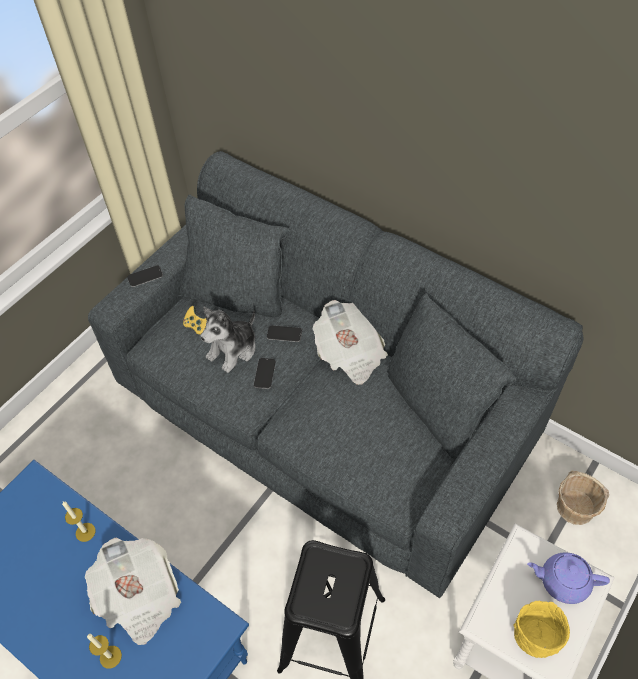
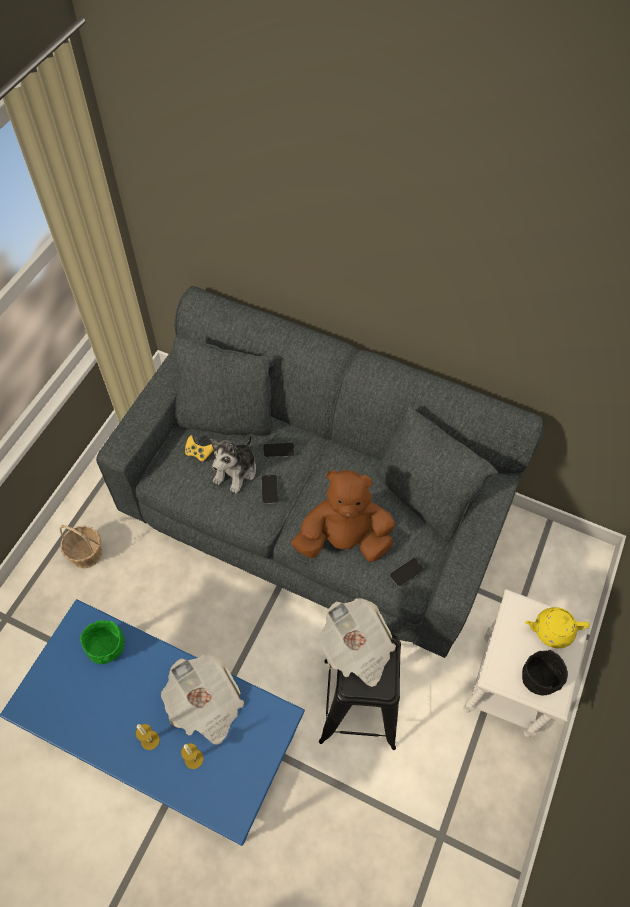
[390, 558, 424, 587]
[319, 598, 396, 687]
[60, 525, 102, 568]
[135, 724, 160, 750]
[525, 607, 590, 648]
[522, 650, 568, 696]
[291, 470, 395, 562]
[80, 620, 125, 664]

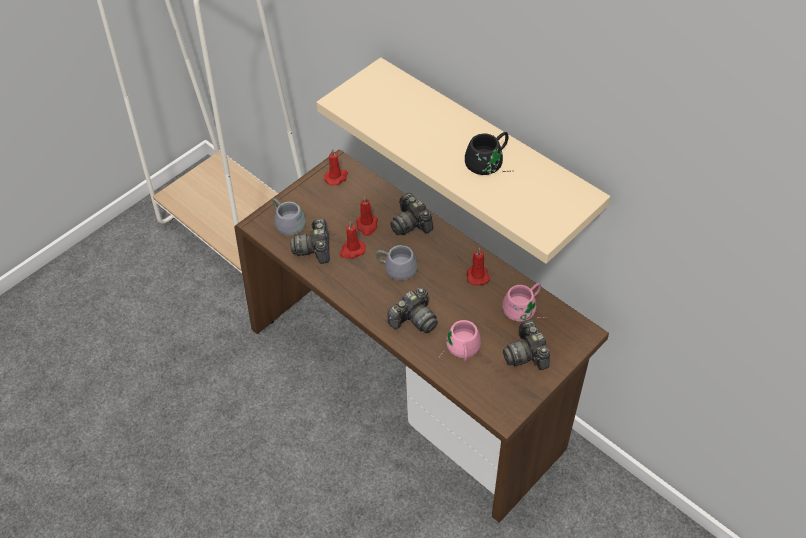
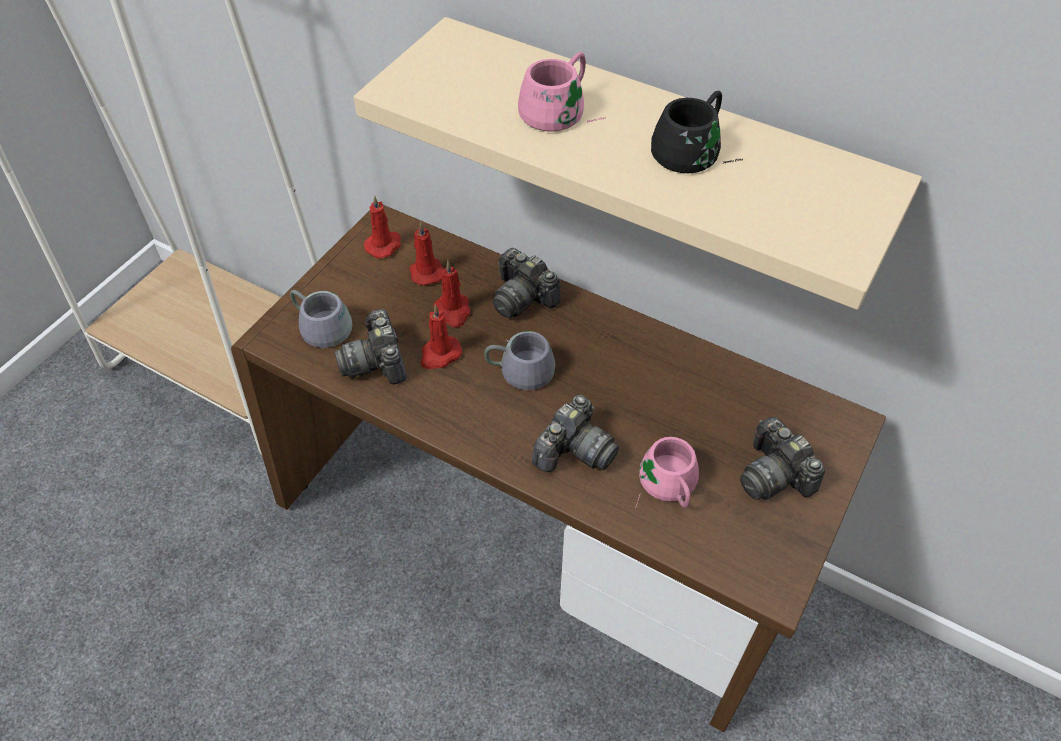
[410, 222, 444, 286]
[518, 52, 606, 132]

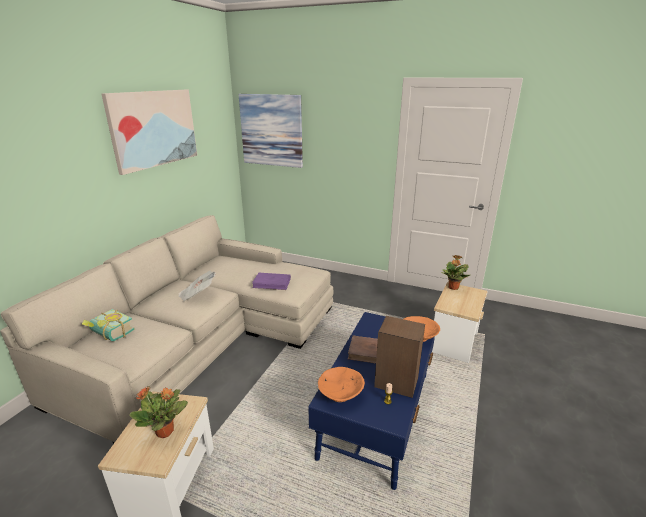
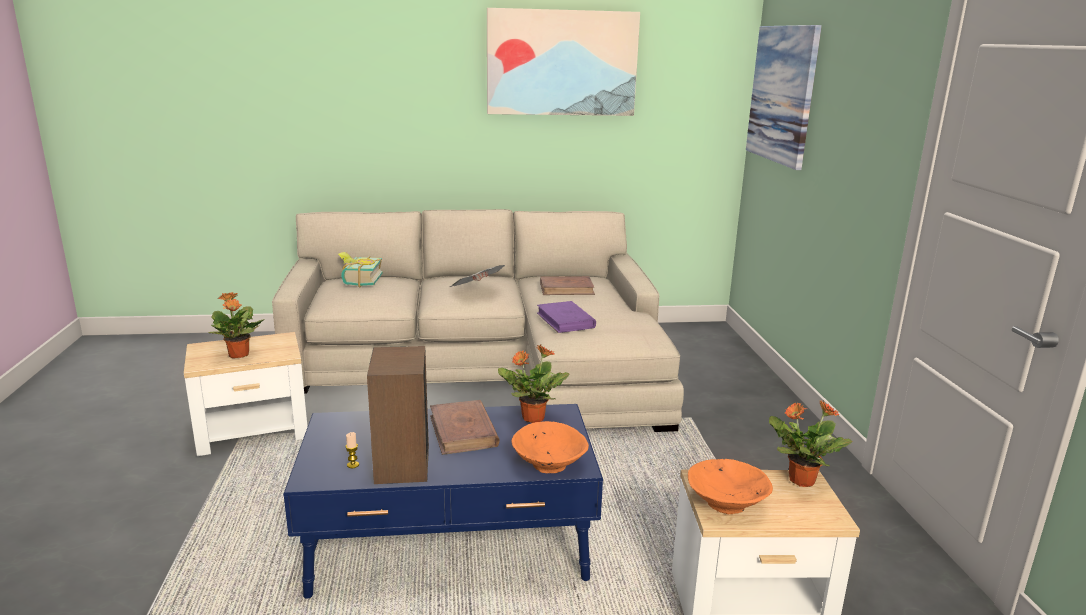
[688, 459, 773, 514]
[540, 276, 595, 295]
[498, 344, 570, 423]

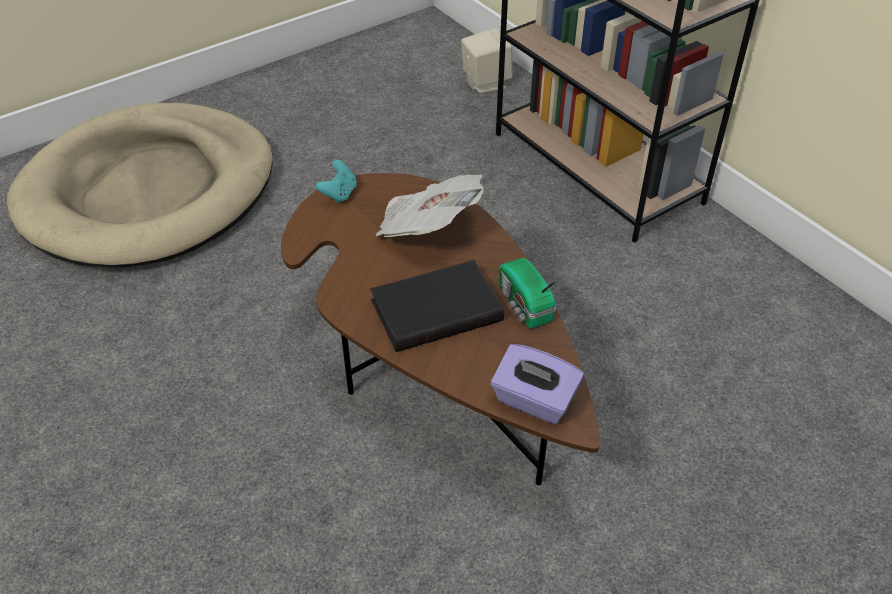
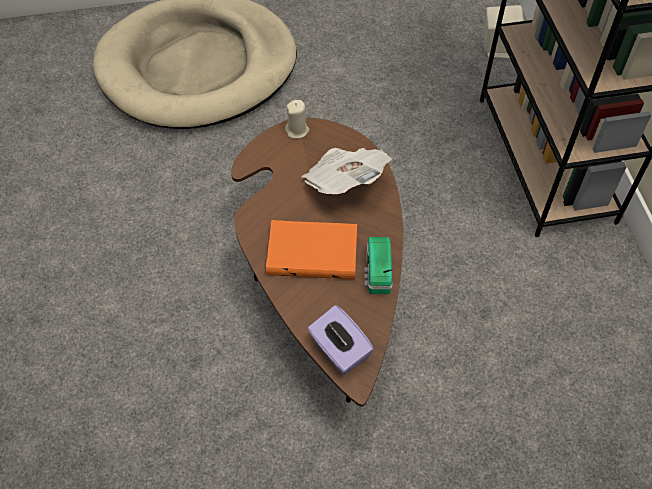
[285, 100, 309, 138]
[266, 220, 357, 279]

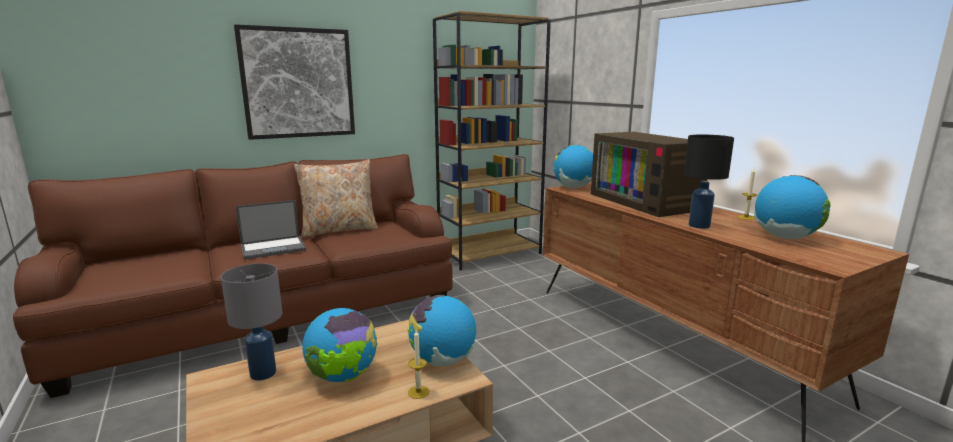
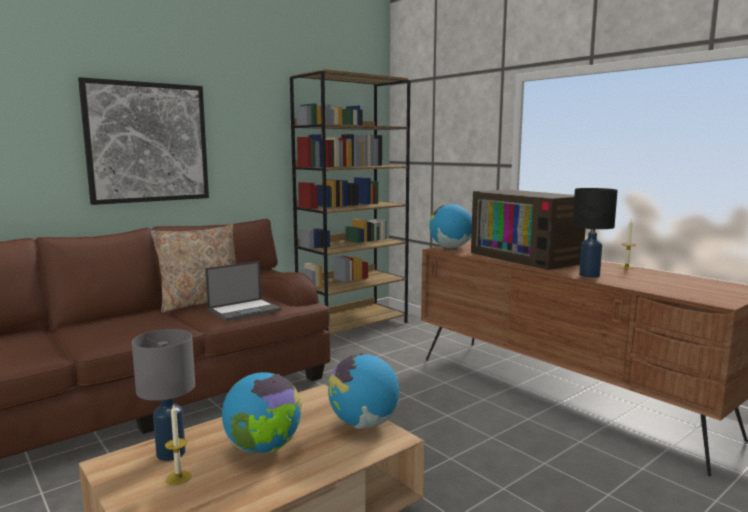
[754, 175, 831, 239] (first image)
[205, 261, 282, 322]
[165, 405, 191, 485]

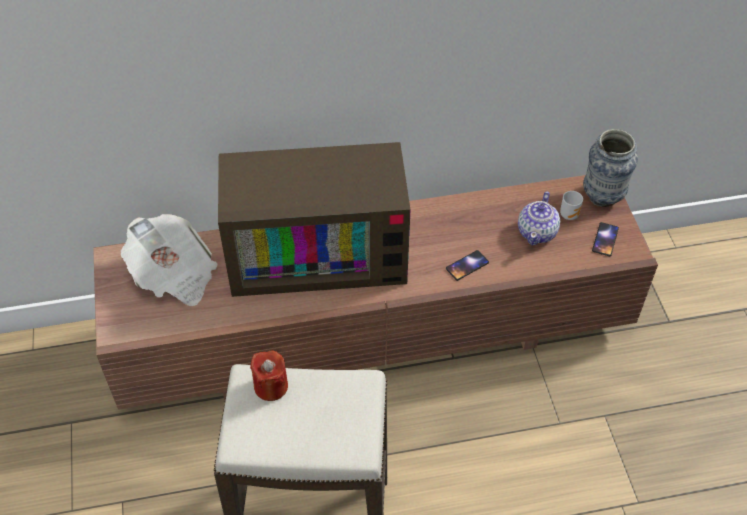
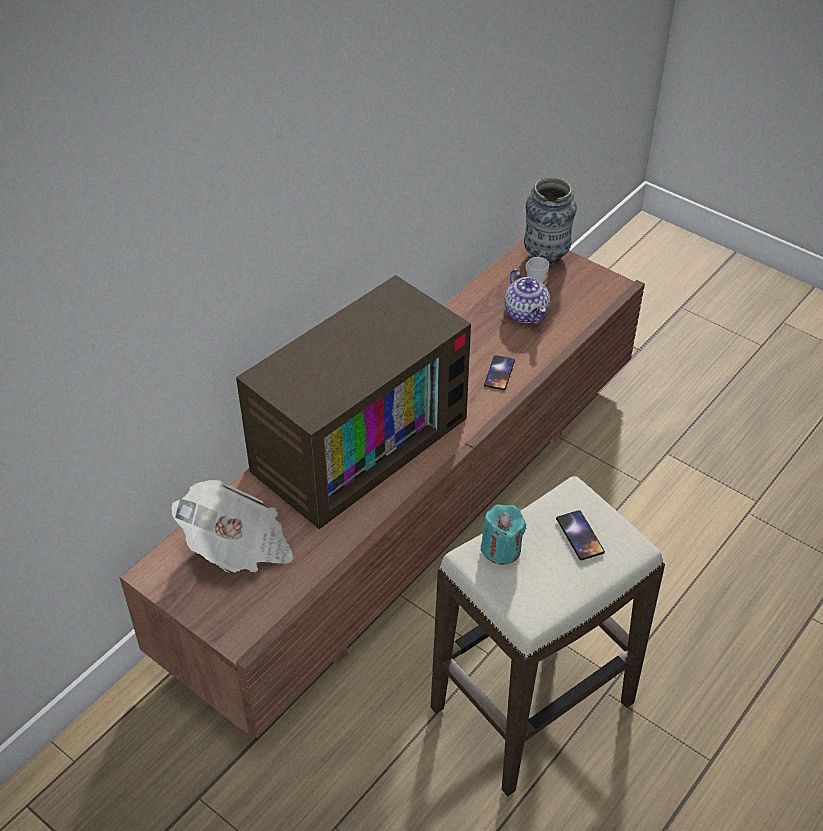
[556, 510, 605, 560]
[481, 505, 526, 565]

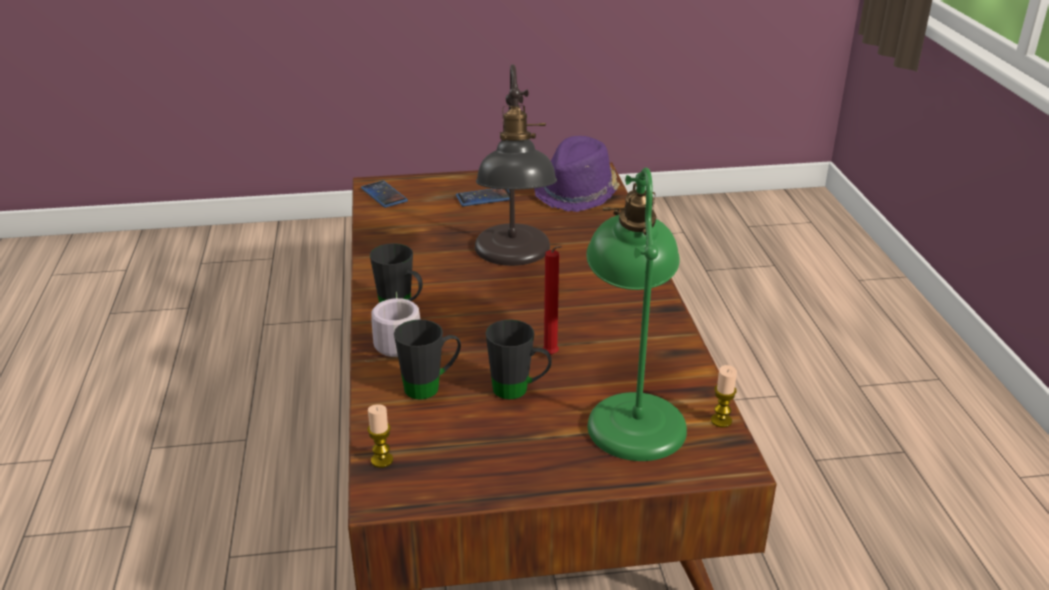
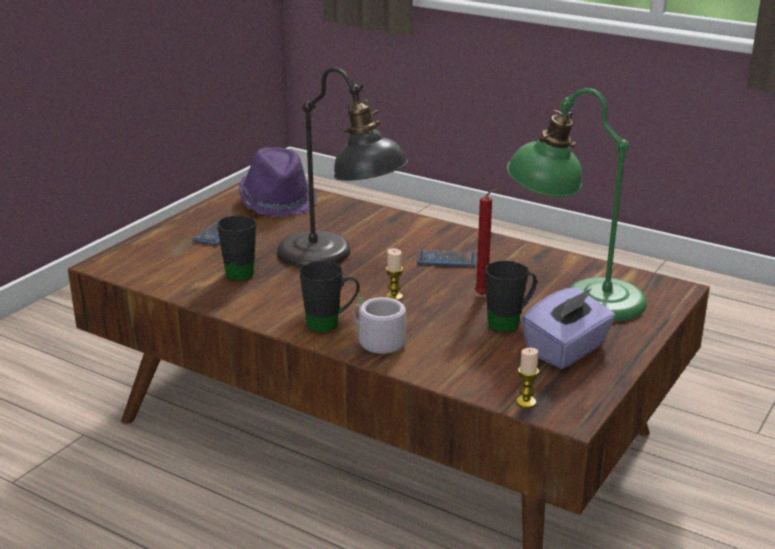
[417, 250, 476, 267]
[217, 215, 256, 280]
[386, 248, 403, 301]
[522, 287, 615, 369]

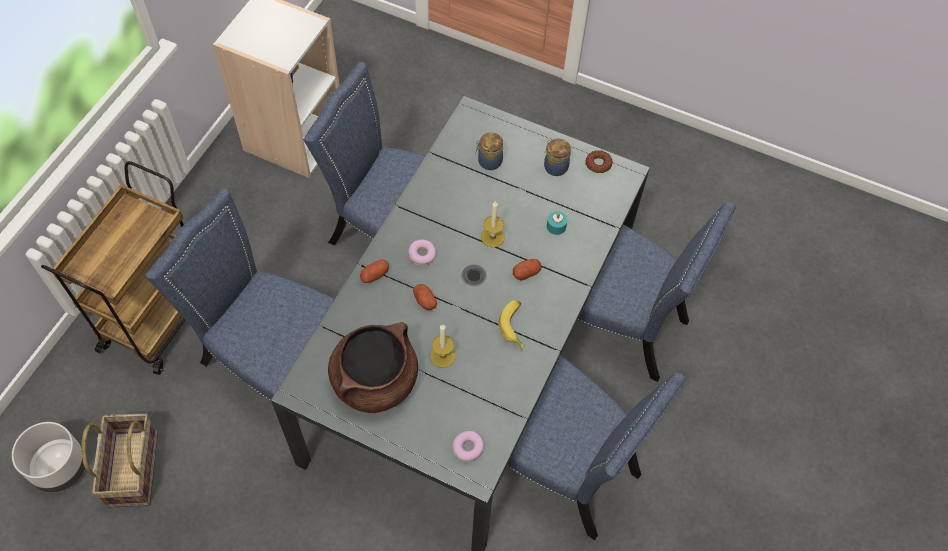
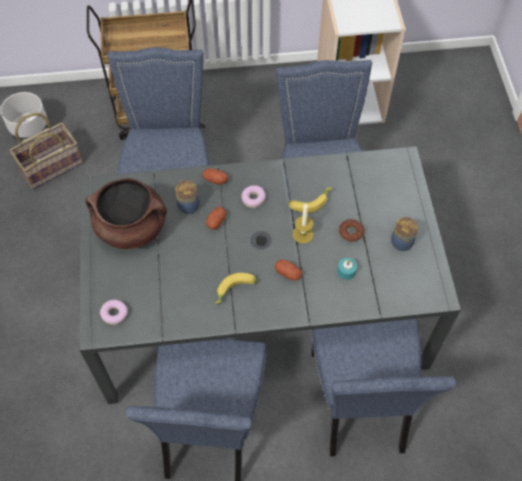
[175, 180, 200, 214]
[339, 219, 364, 242]
[430, 324, 456, 368] (first image)
[289, 188, 332, 213]

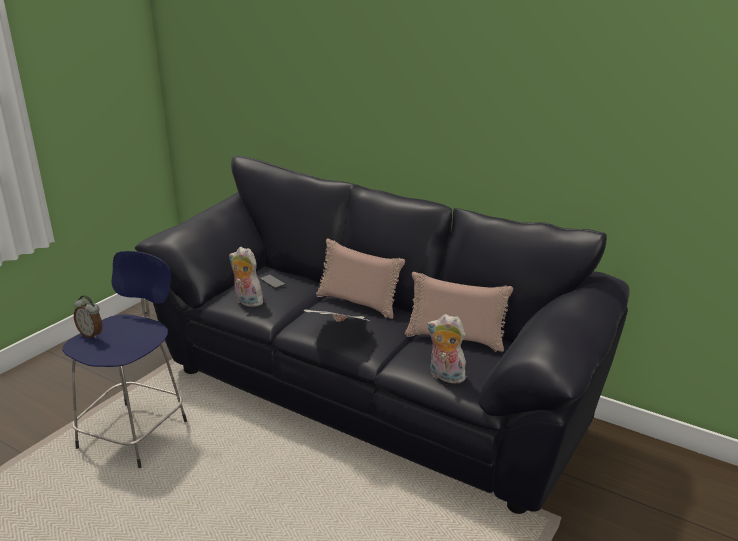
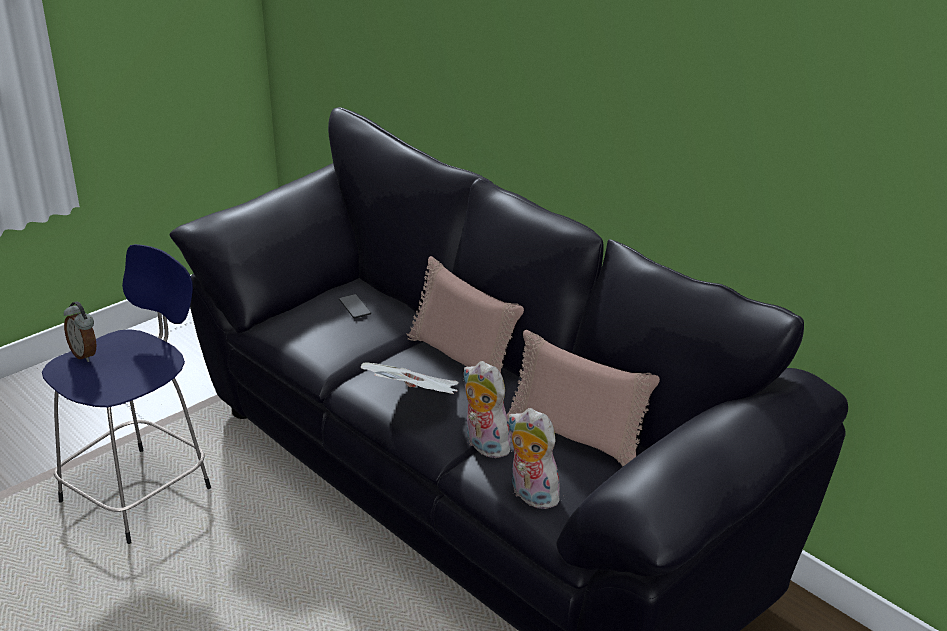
[463, 361, 512, 458]

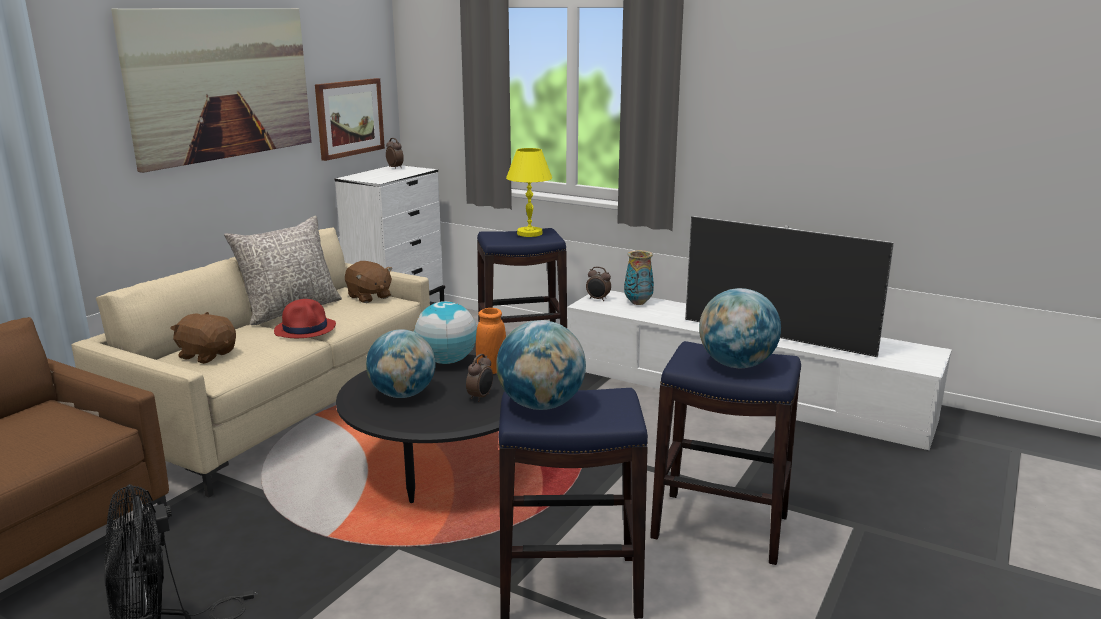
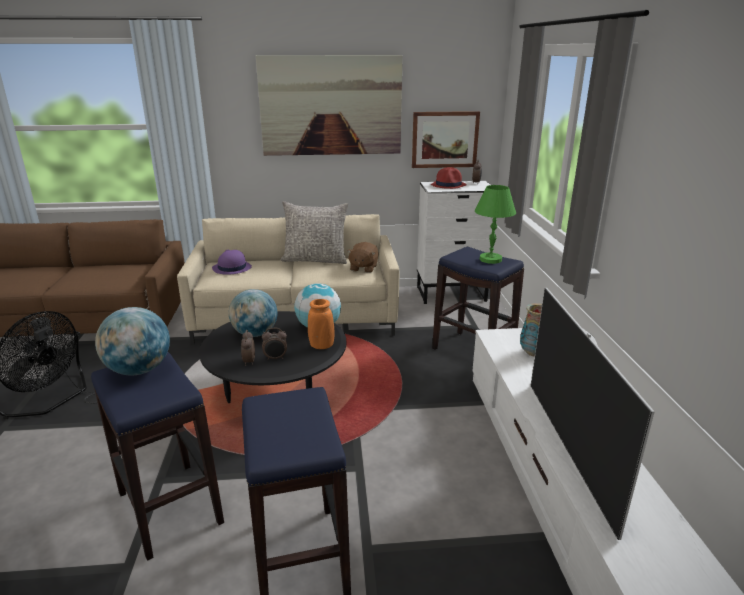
[475, 185, 516, 264]
[241, 330, 255, 366]
[699, 288, 781, 368] (first image)
[431, 167, 467, 189]
[212, 250, 252, 275]

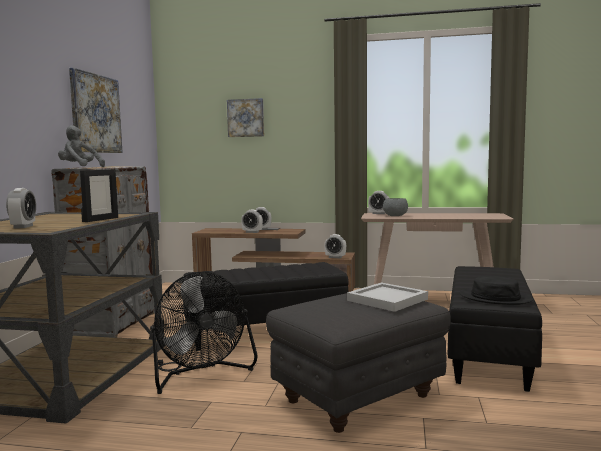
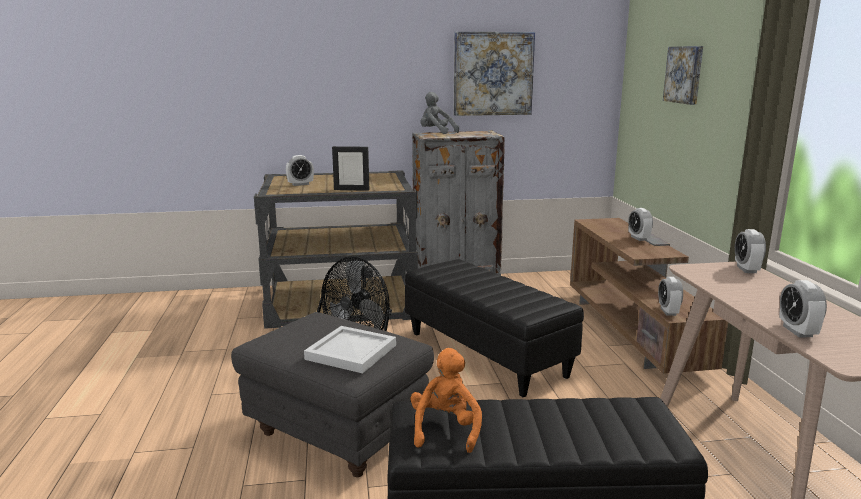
[420, 92, 459, 134]
[383, 198, 408, 216] (first image)
[779, 280, 827, 338]
[410, 348, 482, 453]

